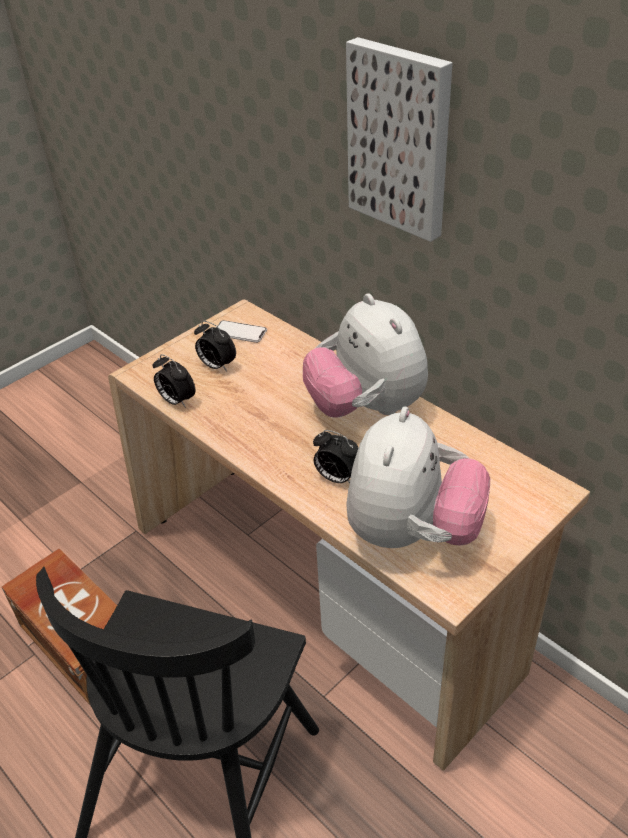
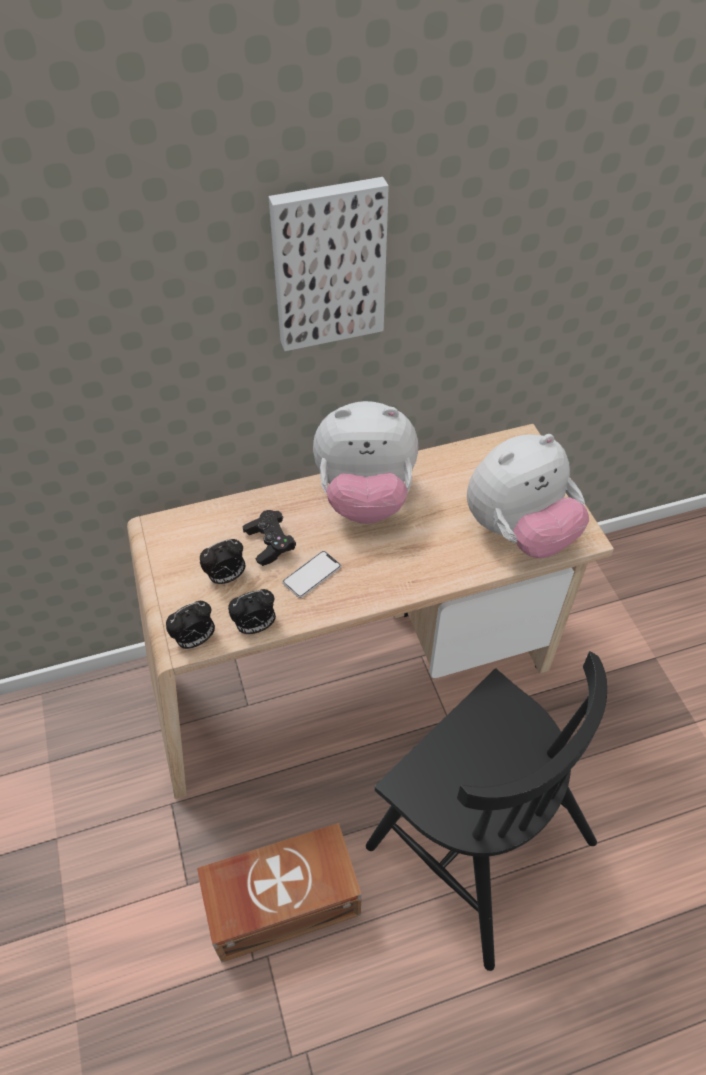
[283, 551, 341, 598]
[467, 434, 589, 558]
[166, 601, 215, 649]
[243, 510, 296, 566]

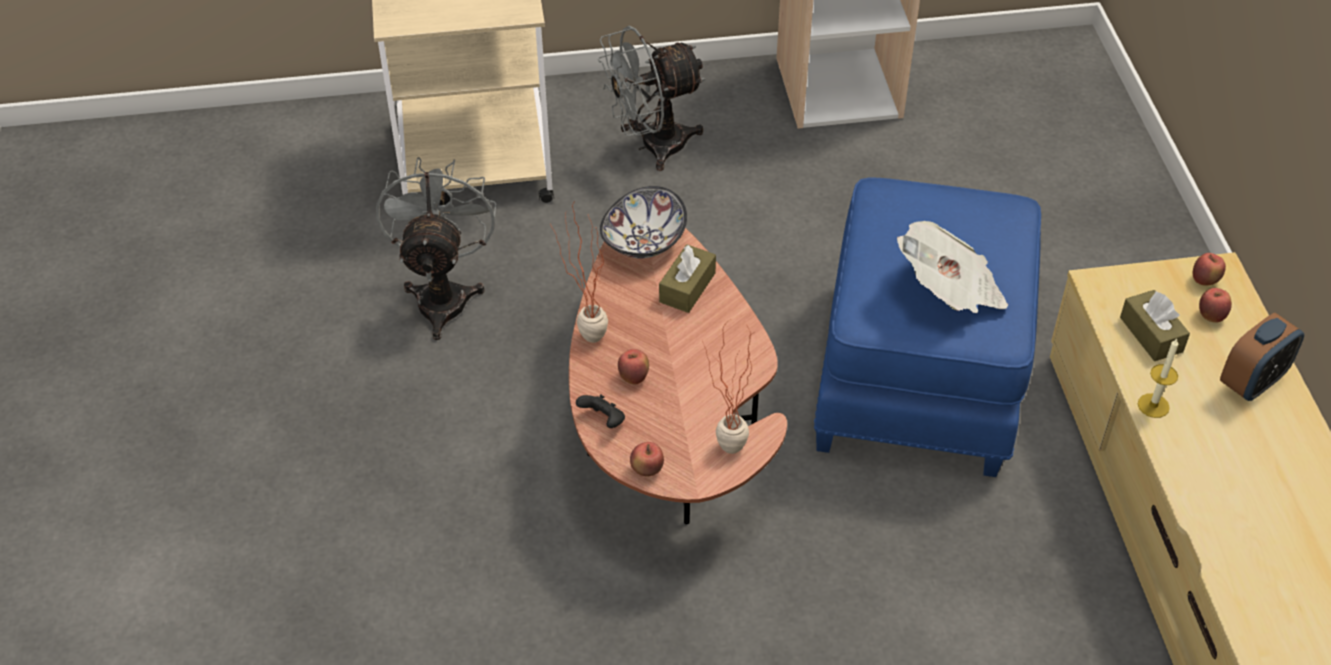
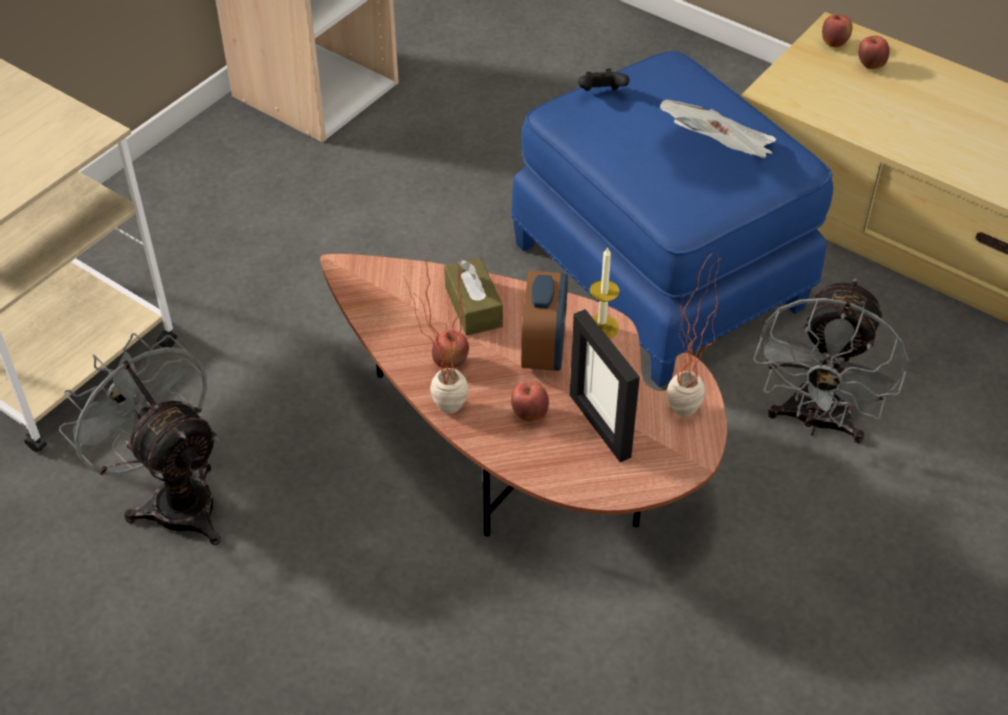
[753, 278, 908, 444]
[600, 186, 687, 259] (first image)
[1120, 290, 1190, 361] (first image)
[521, 271, 568, 371]
[590, 247, 619, 339]
[578, 68, 630, 91]
[432, 330, 469, 369]
[570, 309, 640, 462]

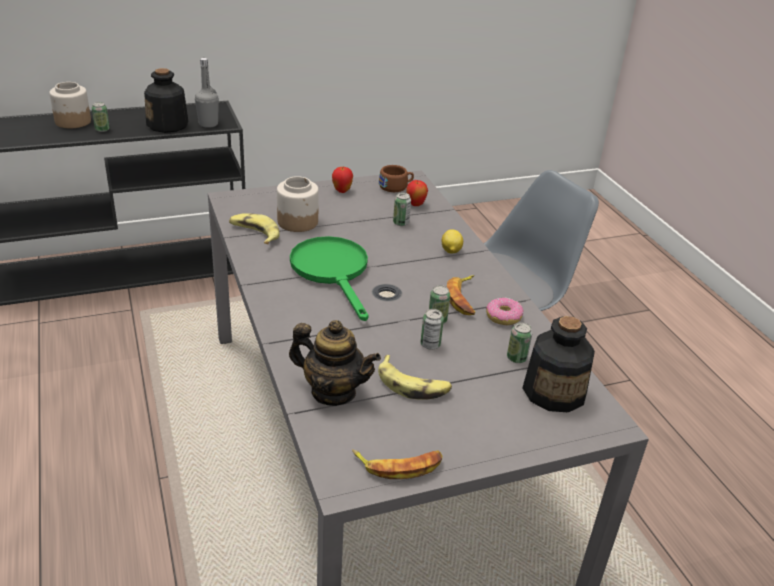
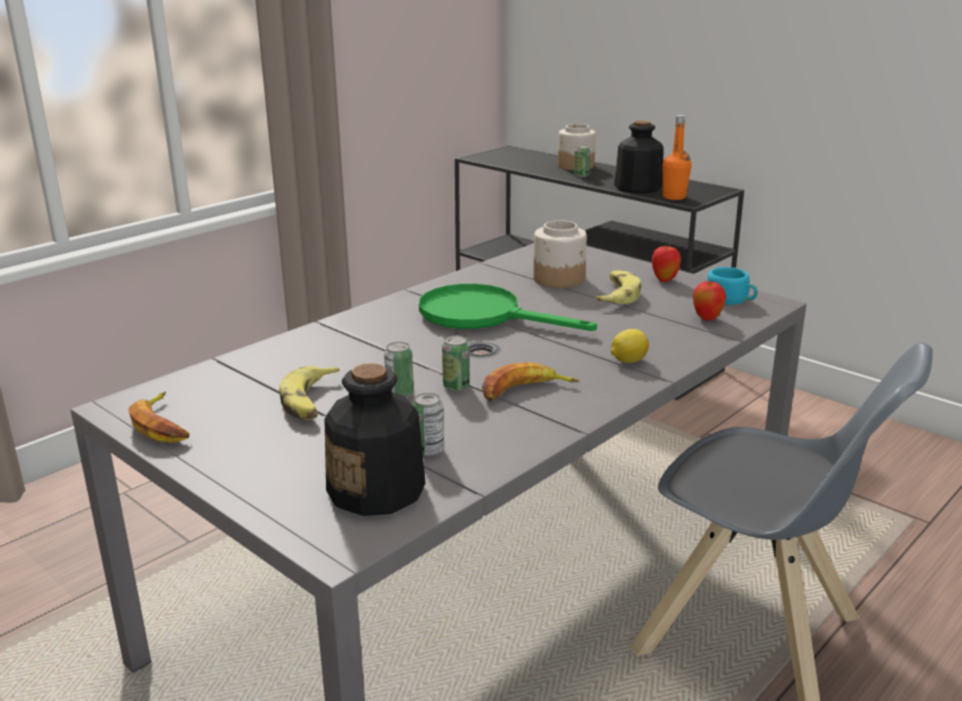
[663, 115, 691, 200]
[707, 267, 758, 305]
[393, 193, 411, 226] (first image)
[596, 270, 641, 304]
[419, 284, 597, 331]
[486, 297, 523, 325] (first image)
[289, 320, 381, 406] (first image)

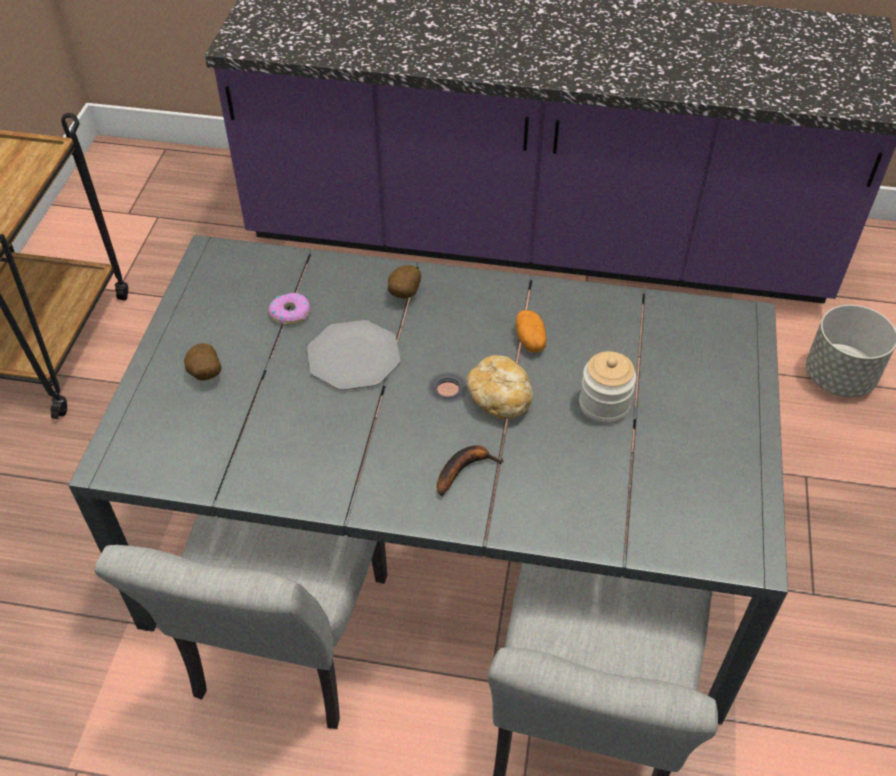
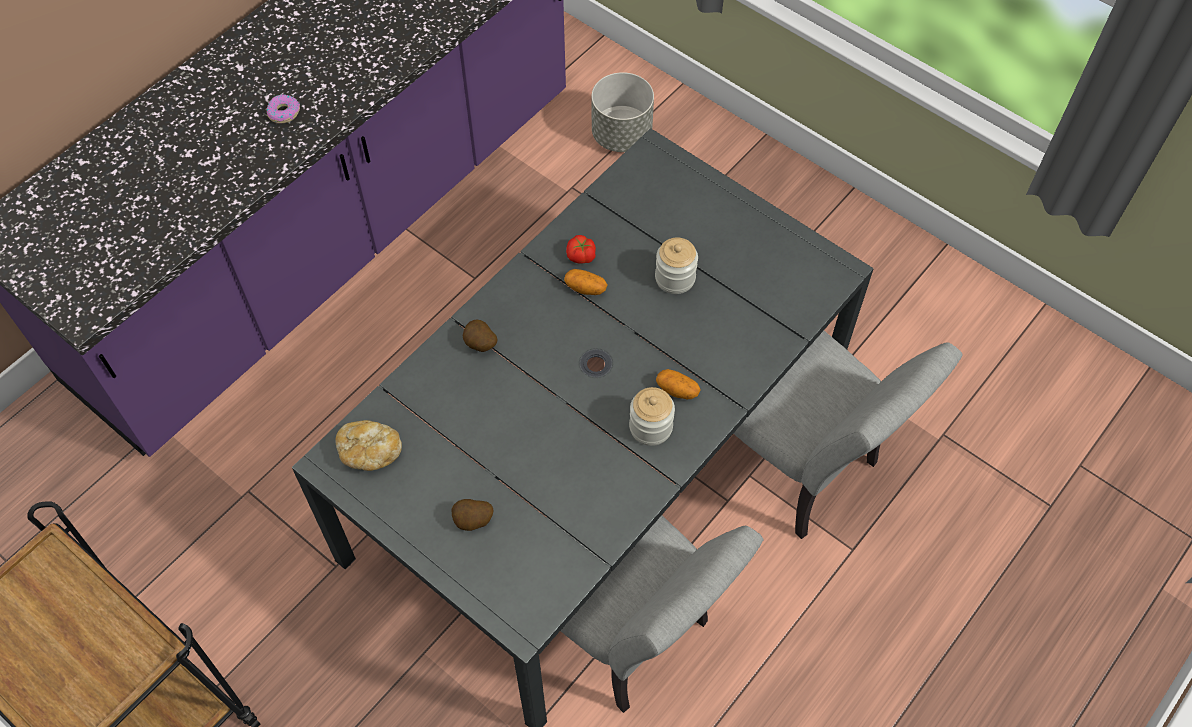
[267, 95, 300, 124]
[307, 320, 400, 390] (first image)
[335, 420, 402, 471]
[656, 369, 701, 399]
[566, 235, 596, 264]
[629, 387, 675, 446]

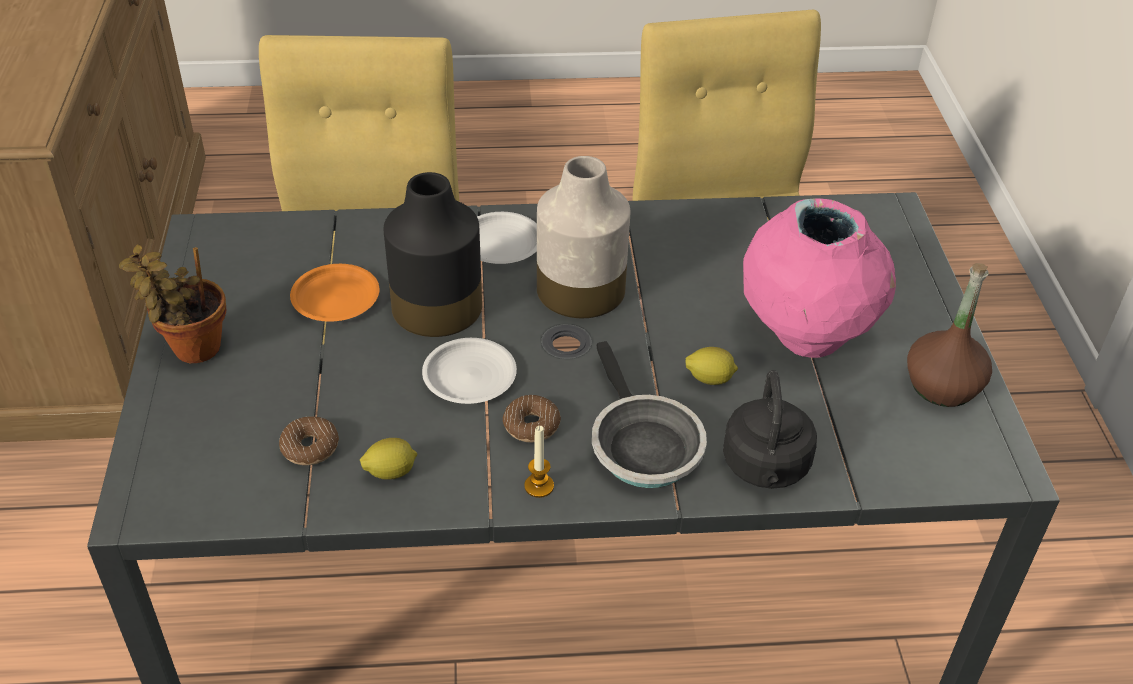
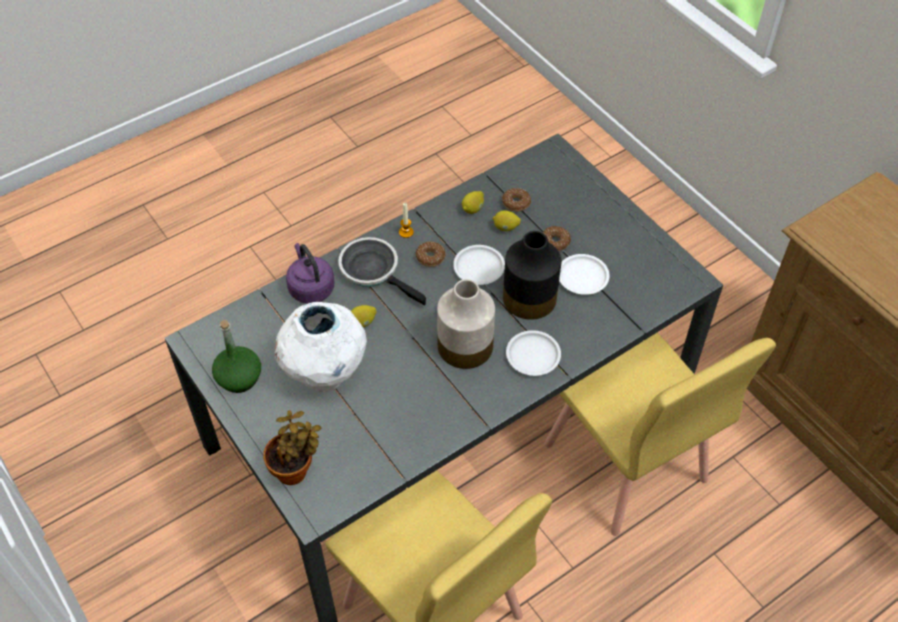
[275, 302, 367, 392]
[263, 410, 321, 485]
[212, 320, 261, 393]
[559, 254, 610, 295]
[286, 243, 334, 304]
[493, 211, 521, 231]
[543, 226, 571, 251]

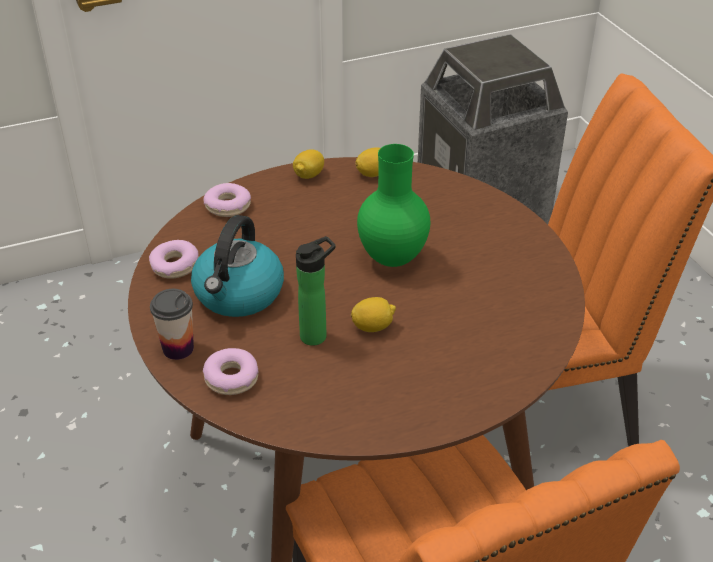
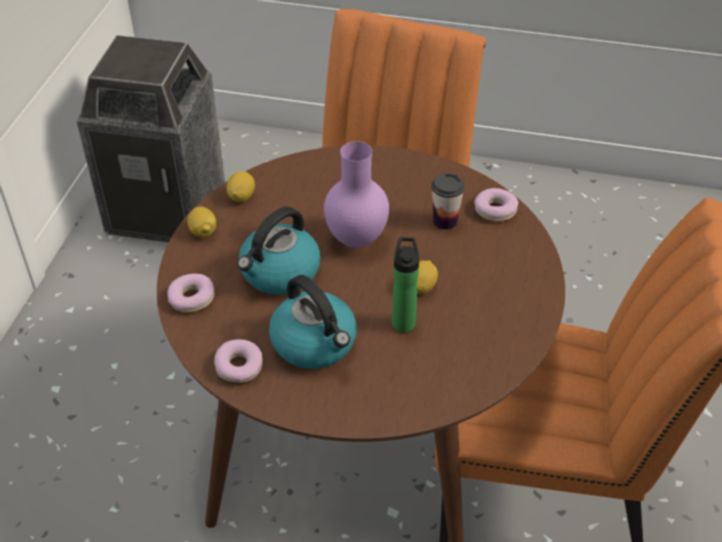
[324, 141, 389, 248]
[431, 173, 465, 230]
[474, 188, 518, 222]
[237, 207, 321, 295]

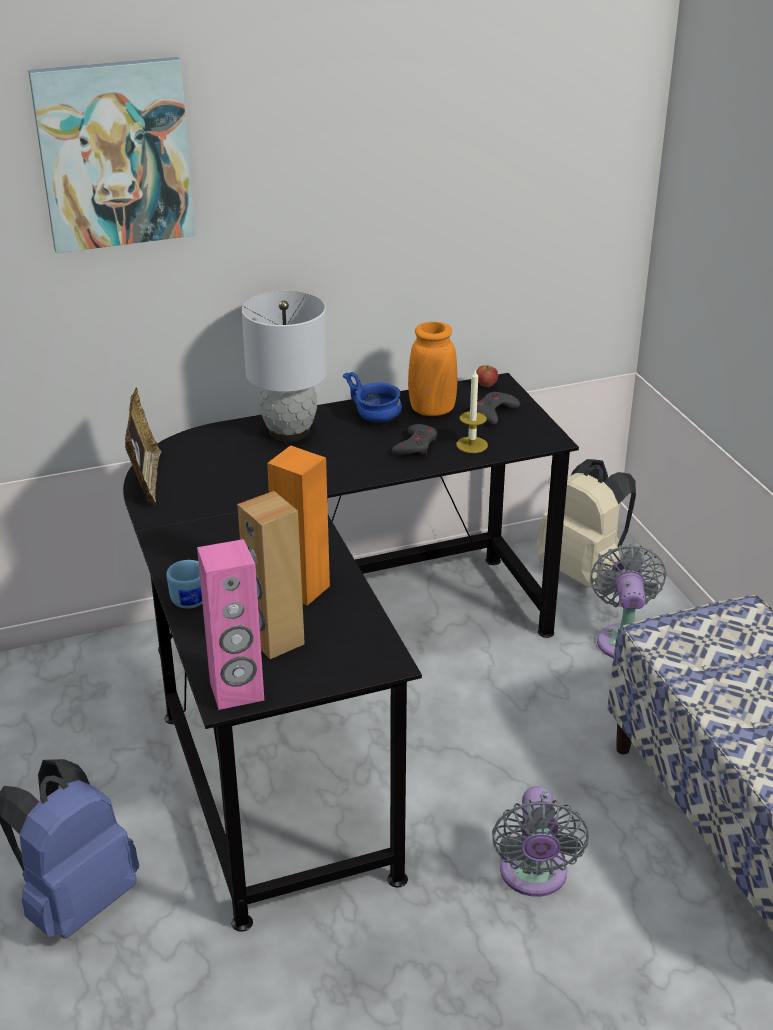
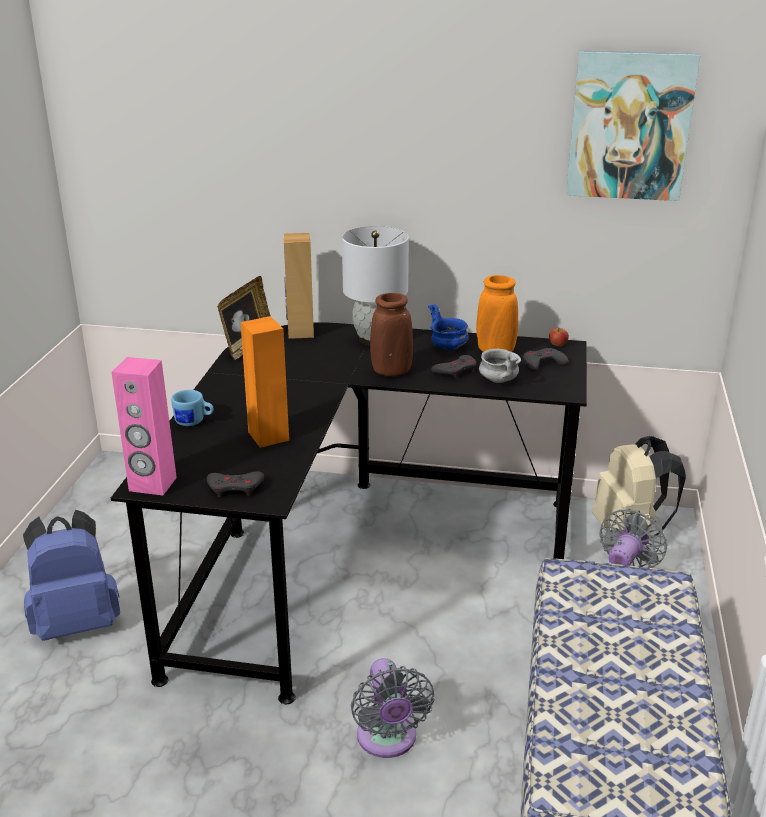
[566, 50, 700, 201]
[479, 349, 521, 383]
[284, 233, 314, 339]
[351, 658, 434, 758]
[370, 293, 413, 376]
[207, 472, 264, 497]

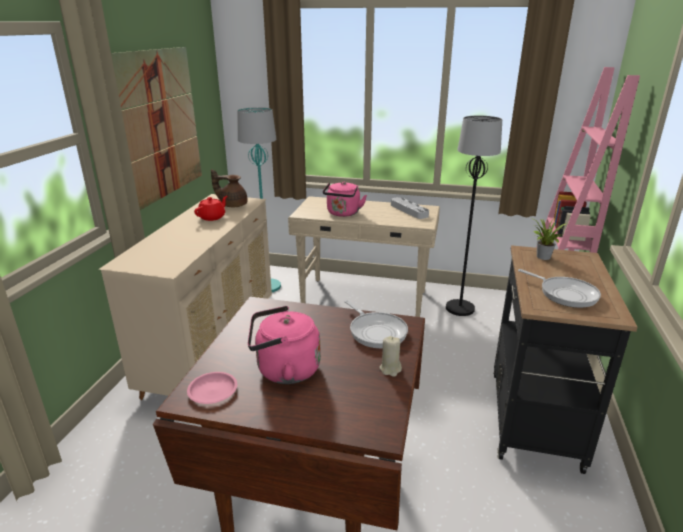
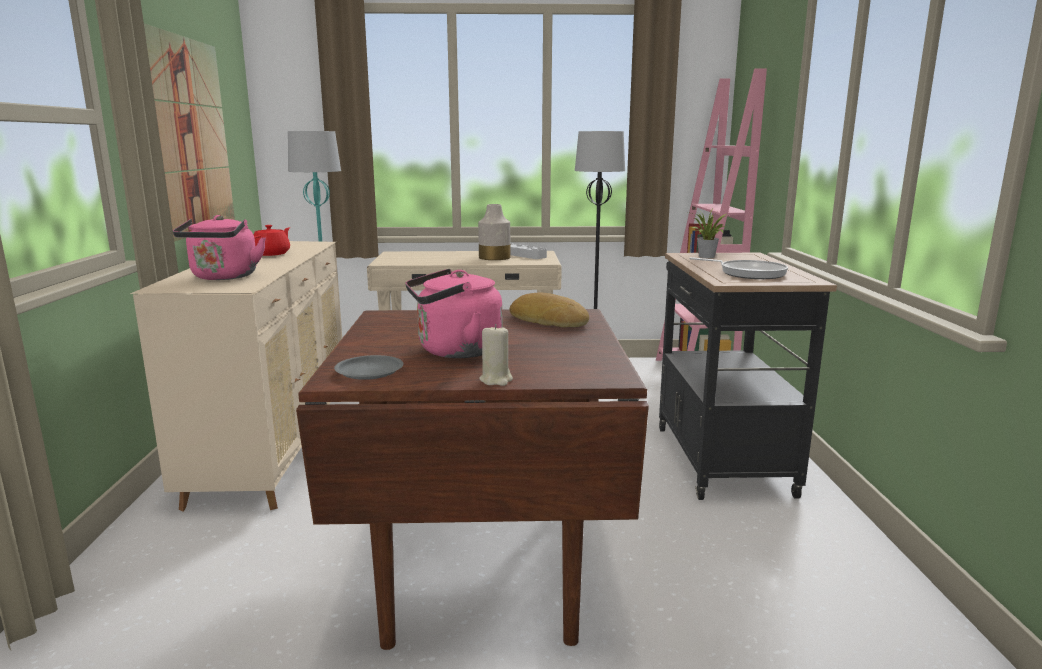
[211, 169, 248, 207] (first image)
[173, 215, 266, 280]
[509, 293, 589, 327]
[479, 324, 513, 386]
[334, 355, 403, 380]
[478, 204, 510, 260]

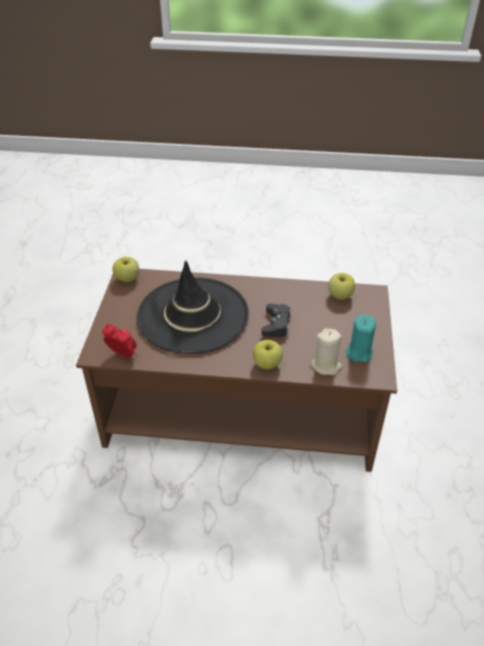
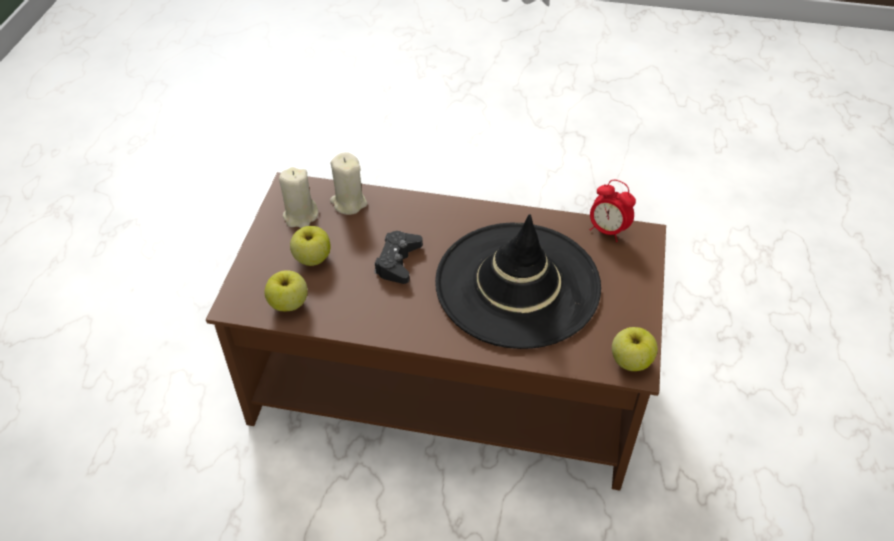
[279, 167, 318, 228]
[290, 226, 330, 266]

